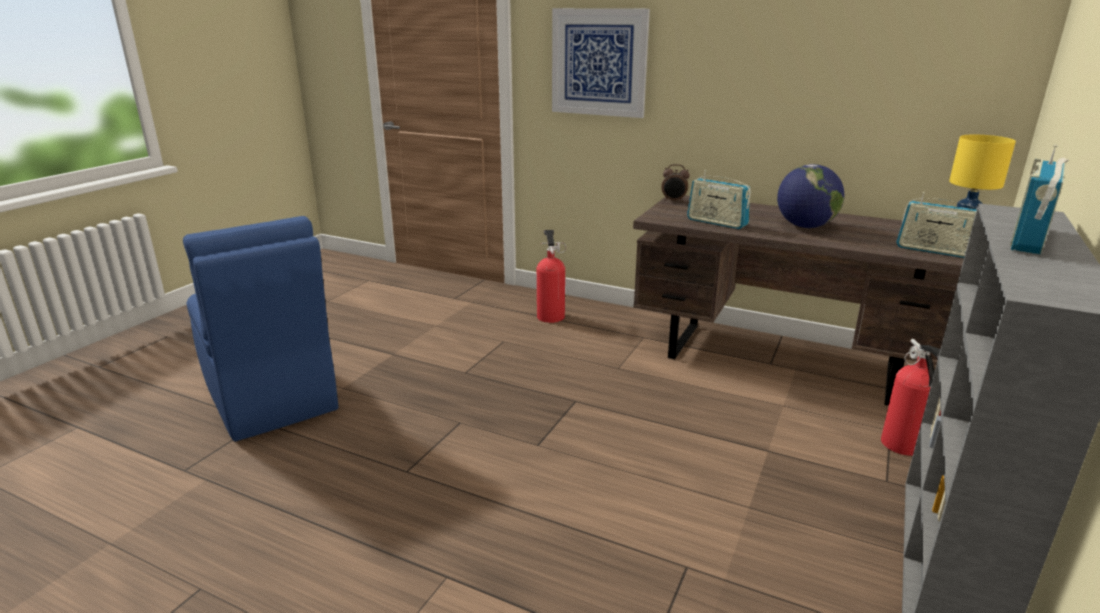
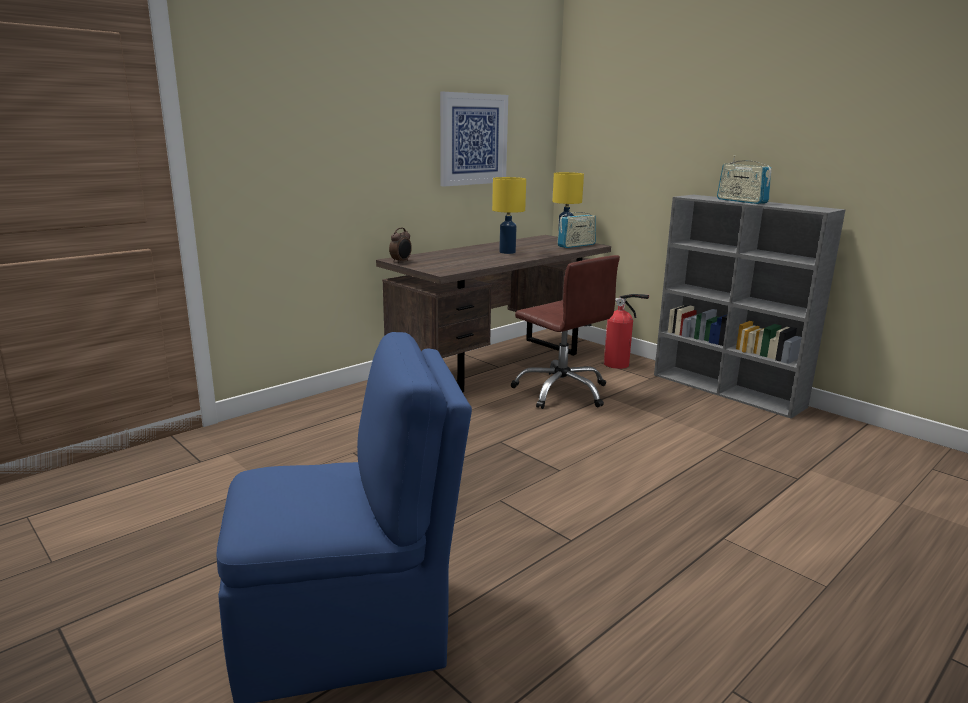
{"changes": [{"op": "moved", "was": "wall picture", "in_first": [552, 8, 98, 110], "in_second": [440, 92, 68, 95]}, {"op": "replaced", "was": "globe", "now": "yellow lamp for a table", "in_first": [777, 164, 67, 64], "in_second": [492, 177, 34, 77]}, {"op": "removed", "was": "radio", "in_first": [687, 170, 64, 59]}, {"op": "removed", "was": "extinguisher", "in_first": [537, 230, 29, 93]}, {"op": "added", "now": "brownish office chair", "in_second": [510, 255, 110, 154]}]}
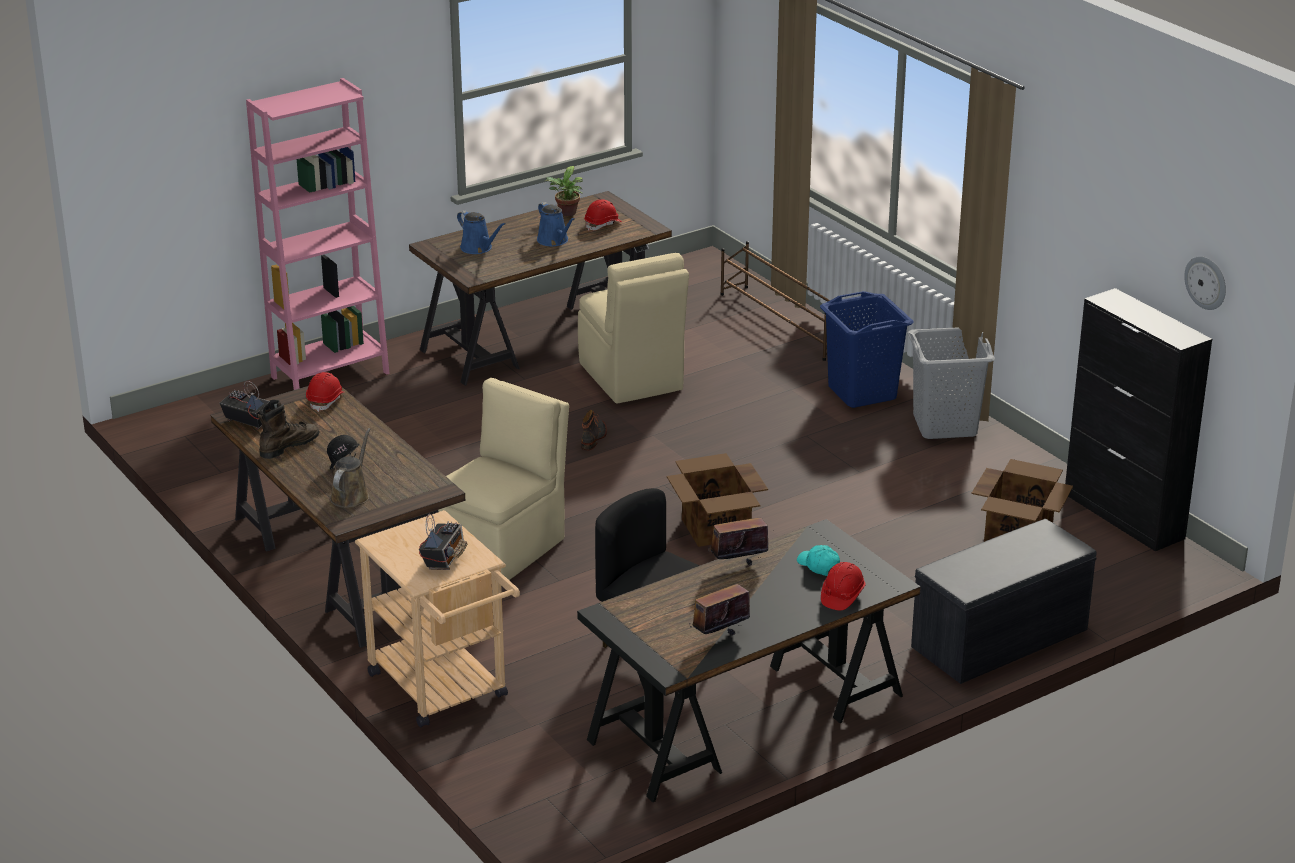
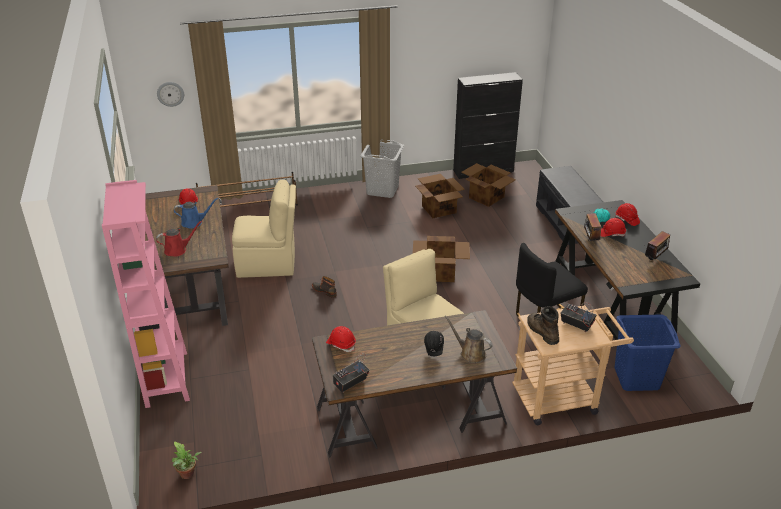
{"changes": [{"op": "moved", "was": "houseplant", "in_first": [545, 166, 38, 50], "in_second": [172, 442, 30, 37]}, {"op": "recoloured", "was": "blue-coloured watering pot", "now": "red watering pot", "in_first": [457, 210, 49, 44], "in_second": [156, 221, 46, 36]}, {"op": "moved", "was": "hanging clock", "in_first": [1184, 256, 42, 54], "in_second": [157, 82, 27, 25]}, {"op": "moved", "was": "blue-coloured hamper", "in_first": [820, 291, 93, 117], "in_second": [614, 314, 67, 77]}, {"op": "moved", "was": "brownish high-top boot", "in_first": [258, 400, 62, 59], "in_second": [527, 306, 32, 39]}, {"op": "turned", "was": "radio", "in_first": [689, 584, 67, 51], "in_second": [645, 231, 26, 29], "clockwise": -120}, {"op": "added", "now": "packing box", "in_second": [415, 174, 50, 44]}, {"op": "added", "now": "red safety helmet", "in_second": [601, 218, 25, 19]}]}
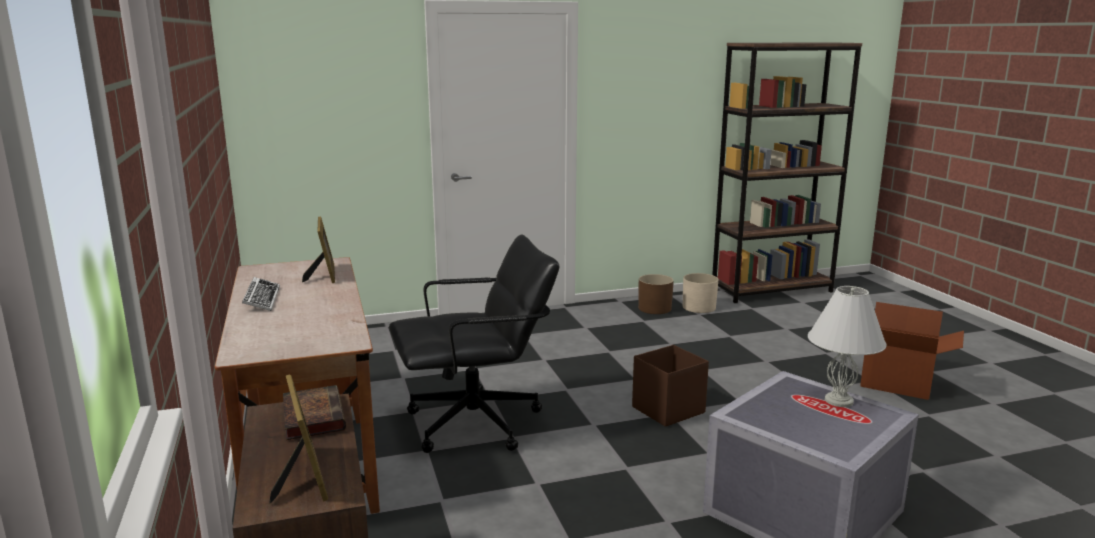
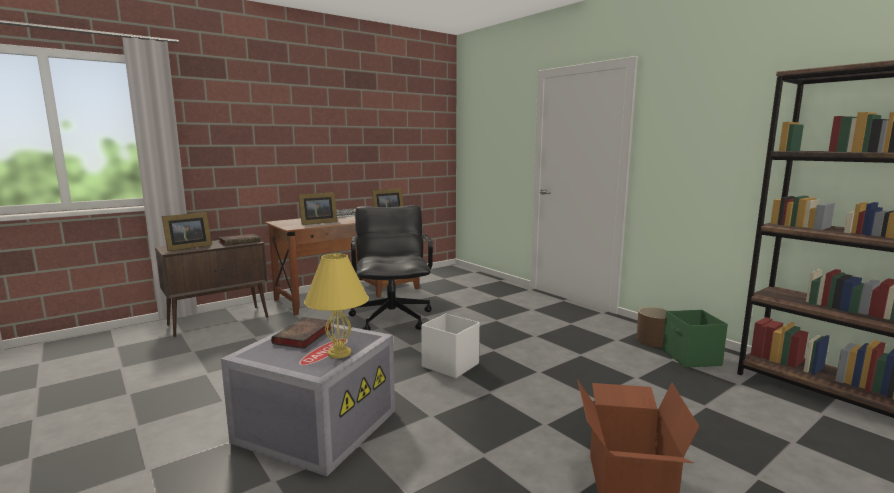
{"changes": [{"op": "turned", "was": "blackish office chair", "in_first": [389, 234, 170, 219], "in_second": [349, 205, 84, 125], "clockwise": -150}, {"op": "replaced", "was": "sand-coloured flower pot", "now": "green storage container", "in_first": [683, 273, 35, 40], "in_second": [663, 310, 65, 58]}, {"op": "recoloured", "was": "white-coloured lamp for a table", "now": "yellow lamp for a table", "in_first": [808, 286, 78, 121], "in_second": [304, 253, 65, 105]}, {"op": "recoloured", "was": "brownish storage container", "now": "white-coloured storage container", "in_first": [632, 345, 77, 82], "in_second": [421, 314, 59, 64]}, {"op": "added", "now": "photo frame", "in_second": [298, 192, 40, 33]}, {"op": "added", "now": "volume", "in_second": [271, 317, 60, 32]}]}
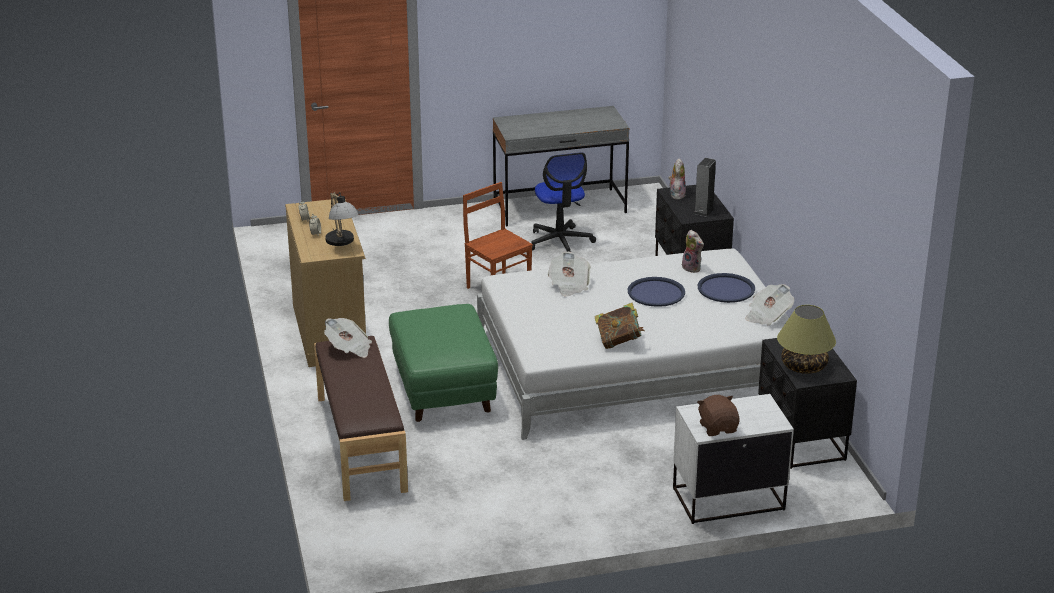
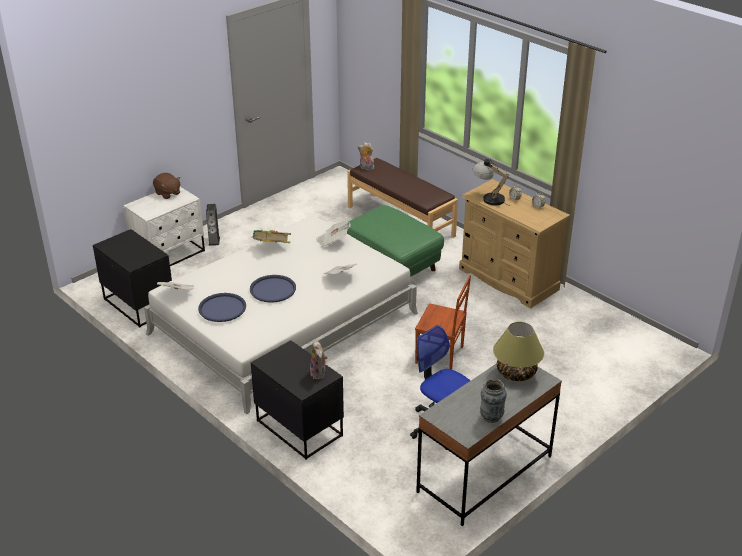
{"changes": [{"op": "moved", "was": "speaker", "in_first": [694, 158, 22, 59], "in_second": [206, 204, 14, 42]}, {"op": "moved", "was": "cuddly toy", "in_first": [682, 230, 22, 43], "in_second": [358, 142, 16, 28]}, {"op": "moved", "was": "lamp for a table", "in_first": [777, 305, 59, 69], "in_second": [493, 322, 51, 59]}, {"op": "moved", "was": "printed paper", "in_first": [324, 318, 48, 40], "in_second": [316, 221, 35, 26]}, {"op": "added", "now": "vase", "in_second": [480, 379, 27, 44]}]}
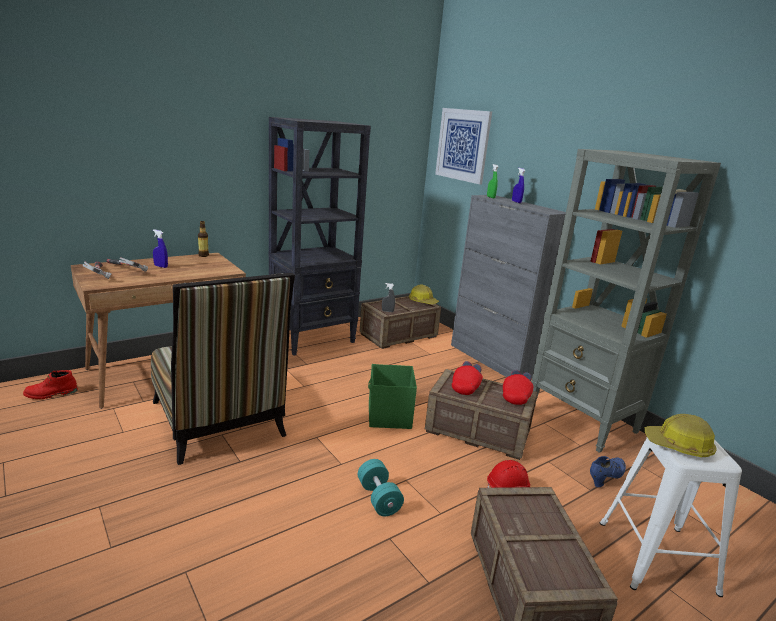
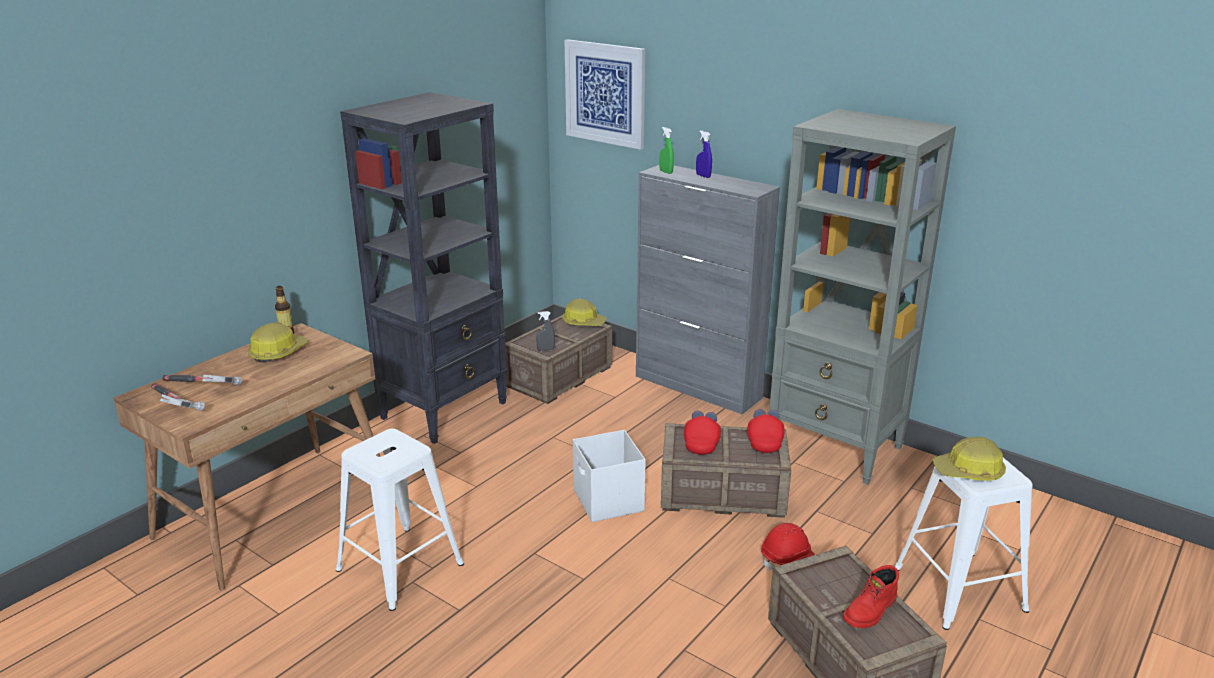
{"changes": [{"op": "removed", "was": "blue-coloured hand sprayer", "in_first": [153, 229, 15, 39]}, {"op": "replaced", "was": "upright chair", "now": "white-coloured sitting stool", "in_first": [151, 273, 144, 192], "in_second": [336, 428, 128, 183]}, {"op": "recoloured", "was": "green storage container", "now": "white-coloured storage container", "in_first": [368, 364, 49, 65], "in_second": [573, 430, 73, 92]}, {"op": "moved", "was": "red high-top boot", "in_first": [23, 370, 55, 29], "in_second": [843, 565, 56, 63]}, {"op": "removed", "was": "blue-coloured item of footwear", "in_first": [590, 456, 36, 31]}, {"op": "removed", "was": "turquoise-coloured hand weight", "in_first": [358, 459, 46, 57]}, {"op": "added", "now": "safety helmet", "in_second": [248, 322, 60, 41]}]}
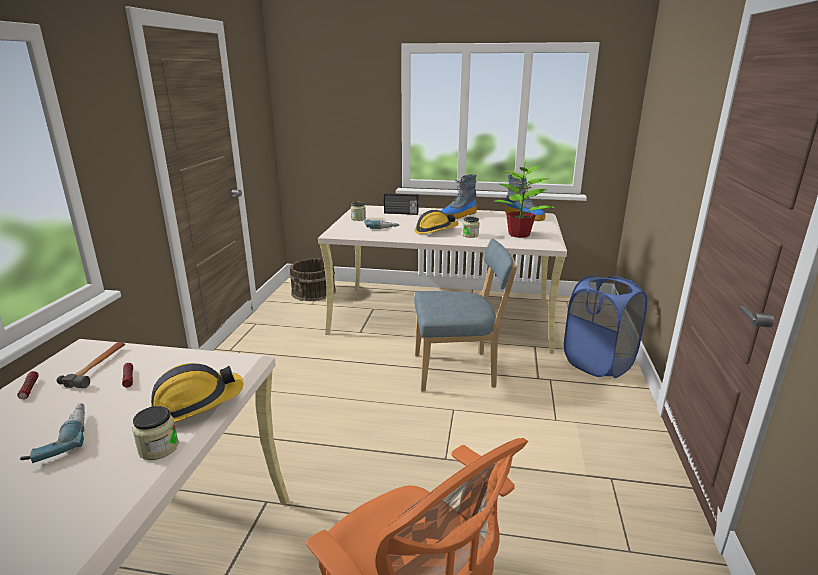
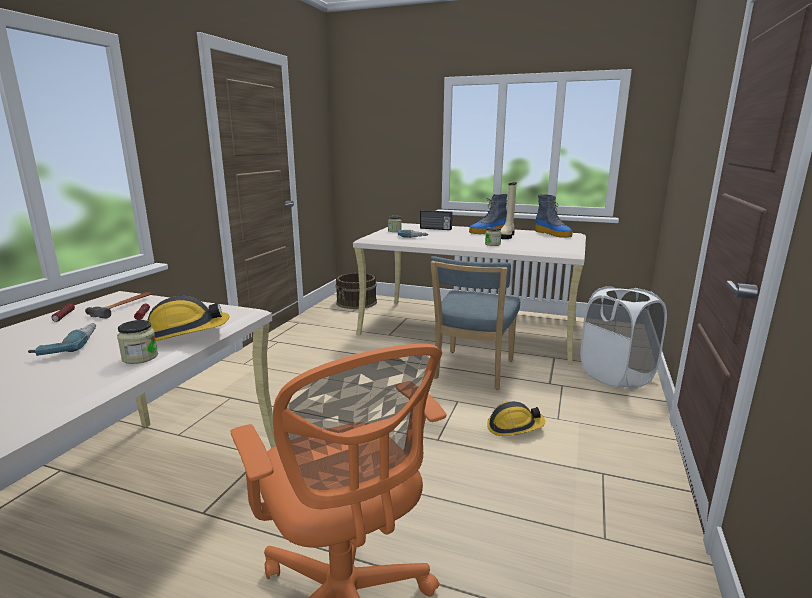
{"changes": [{"op": "removed", "was": "houseplant", "in_first": [493, 161, 62, 77]}, {"op": "moved", "was": "safety helmet", "in_first": [415, 210, 44, 24], "in_second": [487, 401, 58, 35]}, {"op": "turned", "was": "blue-coloured upright chair", "in_first": [414, 239, 104, 153], "in_second": [430, 256, 90, 134], "clockwise": 105}, {"op": "recoloured", "was": "blue-coloured hamper", "now": "white-coloured hamper", "in_first": [564, 275, 83, 103], "in_second": [580, 286, 87, 103]}, {"op": "added", "now": "sand-coloured high-top boot", "in_second": [500, 182, 17, 57]}]}
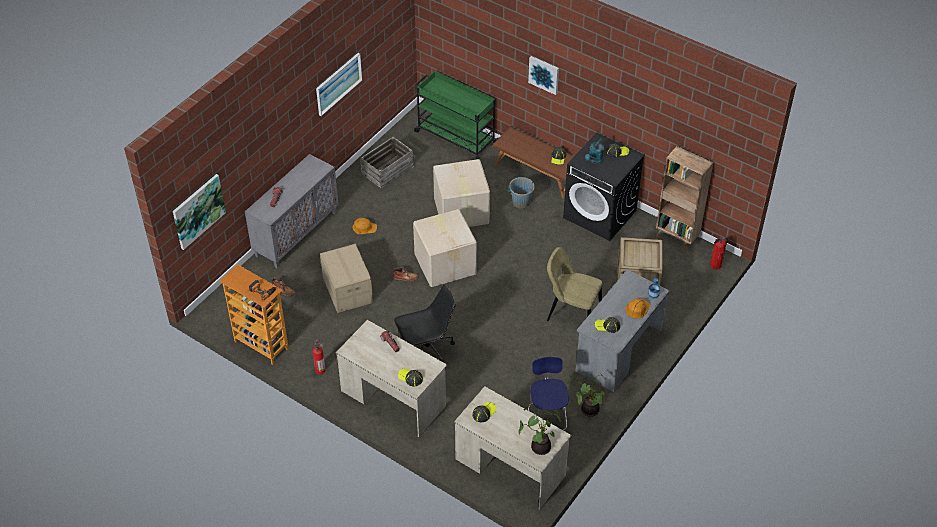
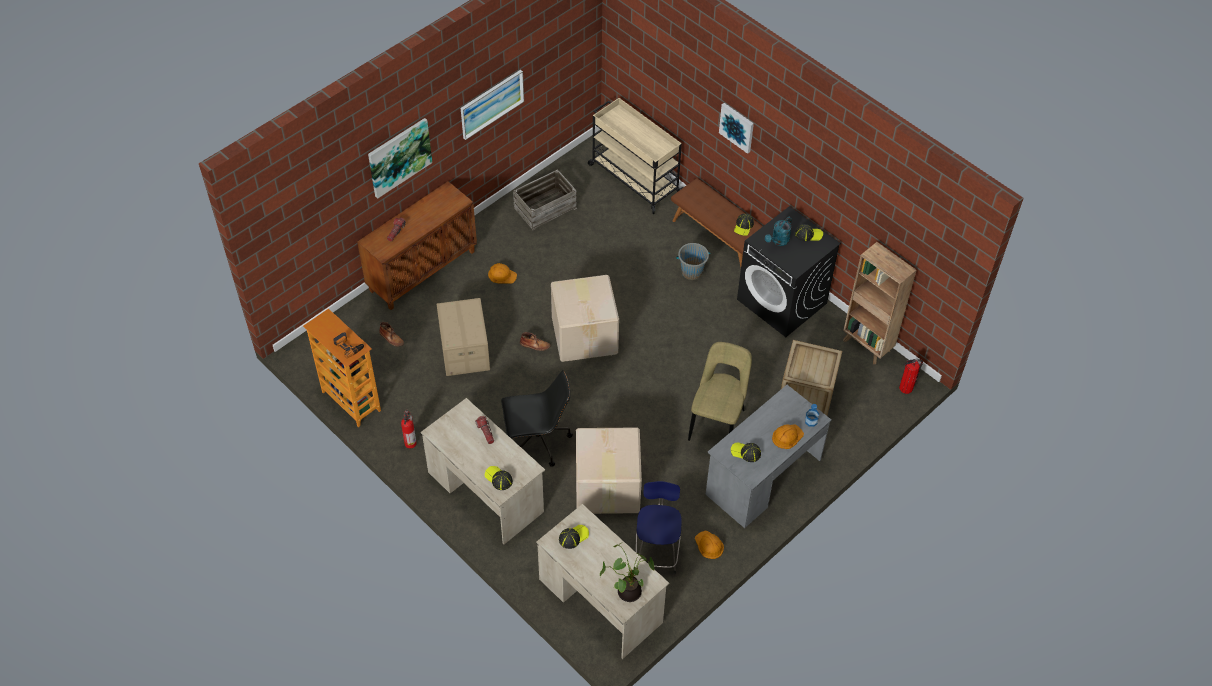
{"changes": [{"op": "recoloured", "was": "green wheeled cart", "now": "sand-coloured wheeled cart", "in_first": [414, 71, 84, 88], "in_second": [588, 98, 95, 116]}, {"op": "recoloured", "was": "gray cupboard", "now": "brownish cupboard", "in_first": [245, 154, 94, 115], "in_second": [357, 181, 120, 129]}, {"op": "moved", "was": "packing box", "in_first": [433, 159, 57, 68], "in_second": [576, 427, 66, 87]}, {"op": "moved", "was": "wall picture", "in_first": [173, 174, 53, 76], "in_second": [368, 118, 64, 81]}, {"op": "turned", "was": "sand-coloured upright chair", "in_first": [547, 247, 55, 74], "in_second": [688, 342, 64, 99], "clockwise": 75}, {"op": "replaced", "was": "houseplant", "now": "orange safety helmet", "in_first": [568, 373, 38, 44], "in_second": [695, 530, 29, 29]}]}
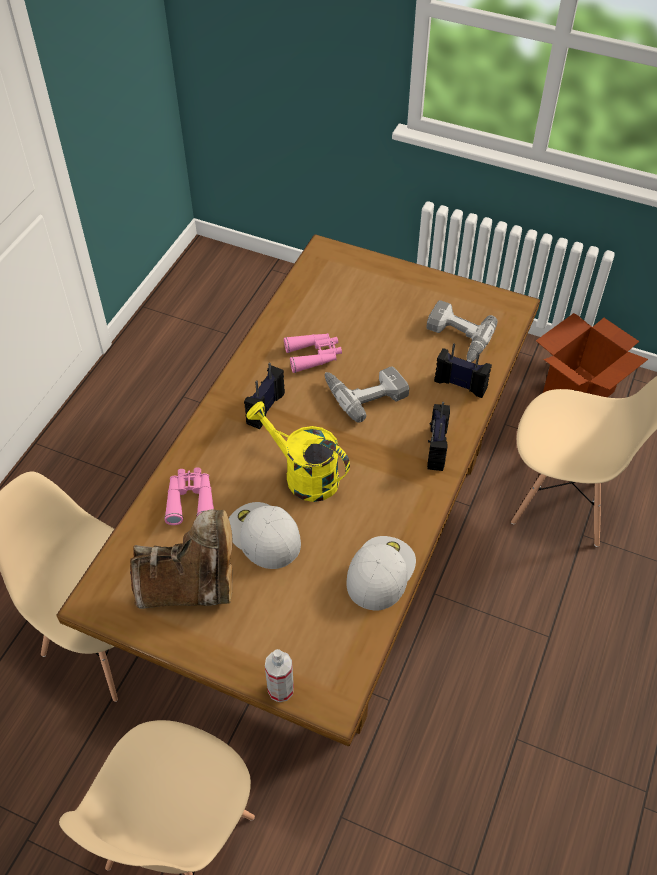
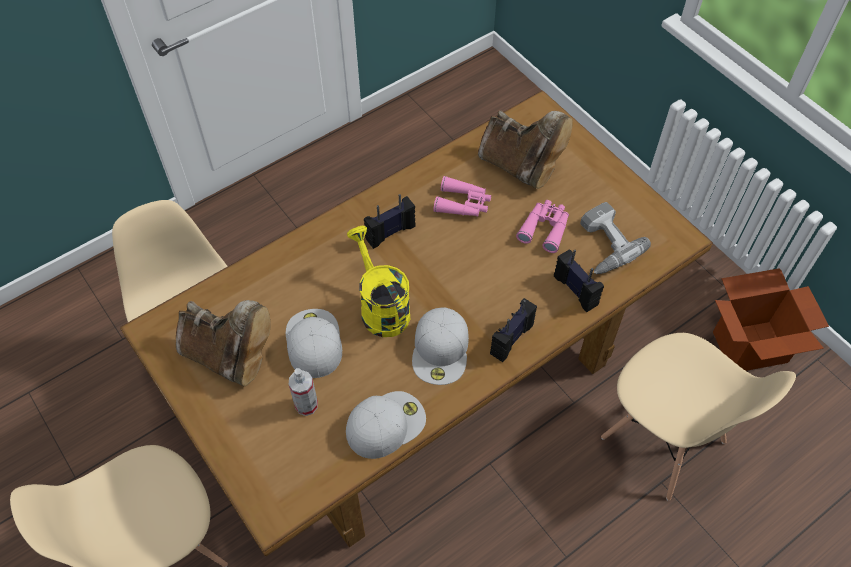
{"changes": [{"op": "removed", "was": "drill", "in_first": [325, 367, 84, 56]}, {"op": "moved", "was": "pinkish binoculars", "in_first": [164, 467, 50, 58], "in_second": [516, 200, 53, 53]}, {"op": "moved", "was": "hand sprayer", "in_first": [265, 649, 29, 53], "in_second": [289, 368, 29, 48]}, {"op": "added", "now": "brownish high-top boot", "in_second": [478, 110, 95, 79]}, {"op": "added", "now": "white-coloured baseball cap", "in_second": [412, 307, 57, 78]}]}
